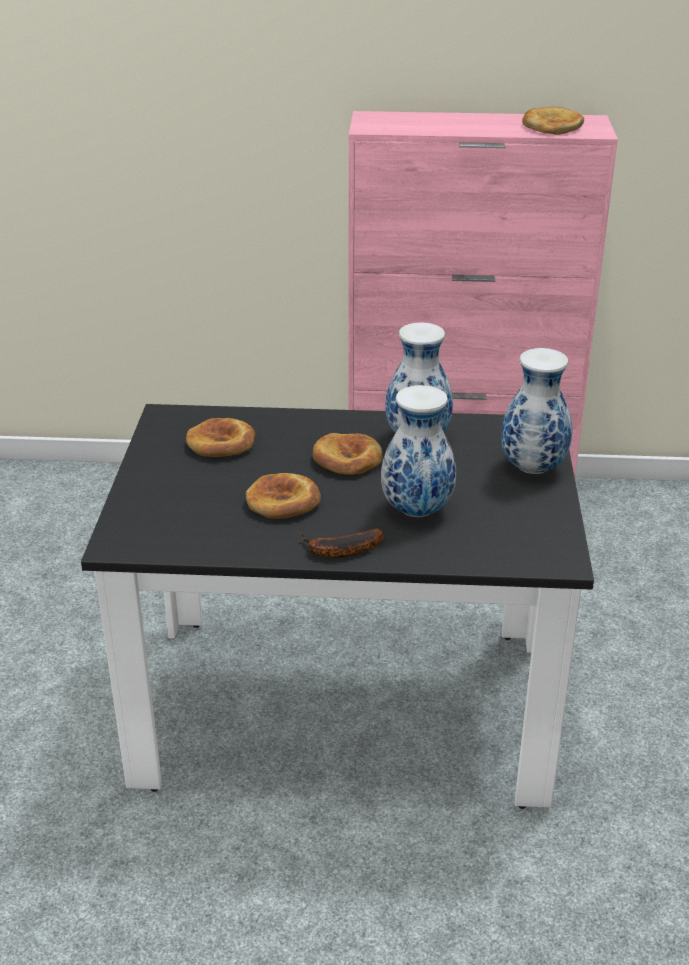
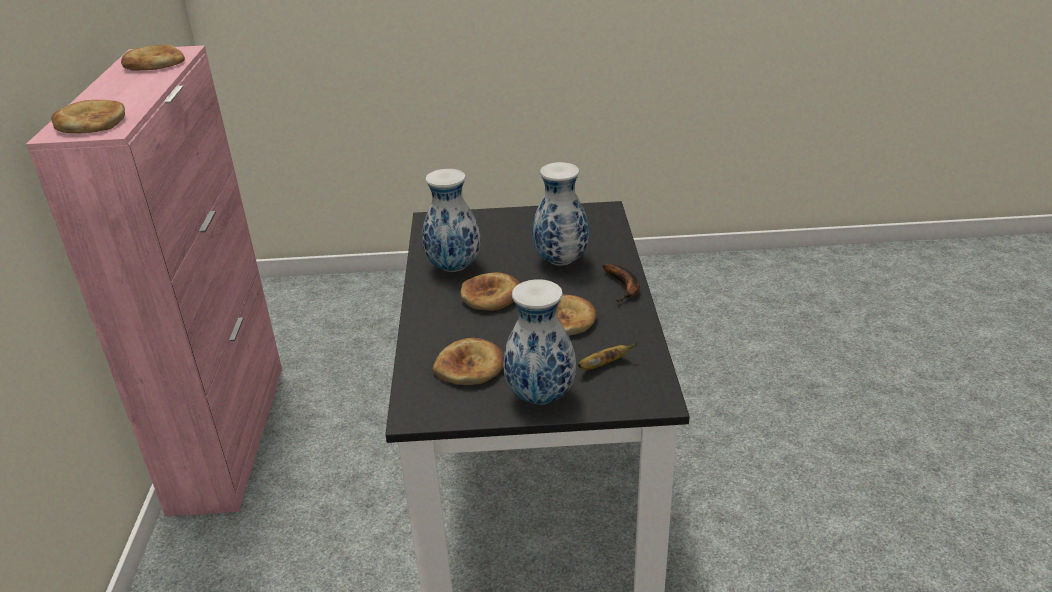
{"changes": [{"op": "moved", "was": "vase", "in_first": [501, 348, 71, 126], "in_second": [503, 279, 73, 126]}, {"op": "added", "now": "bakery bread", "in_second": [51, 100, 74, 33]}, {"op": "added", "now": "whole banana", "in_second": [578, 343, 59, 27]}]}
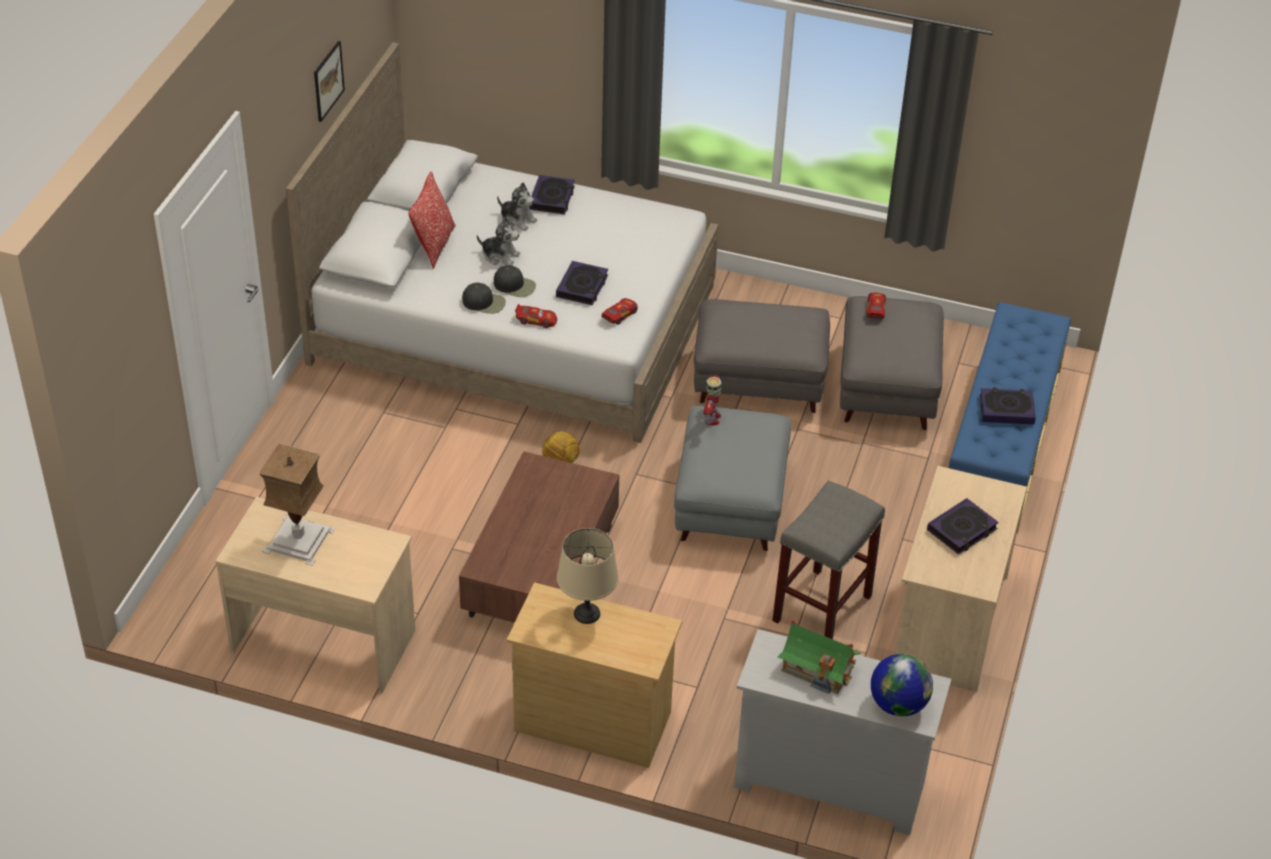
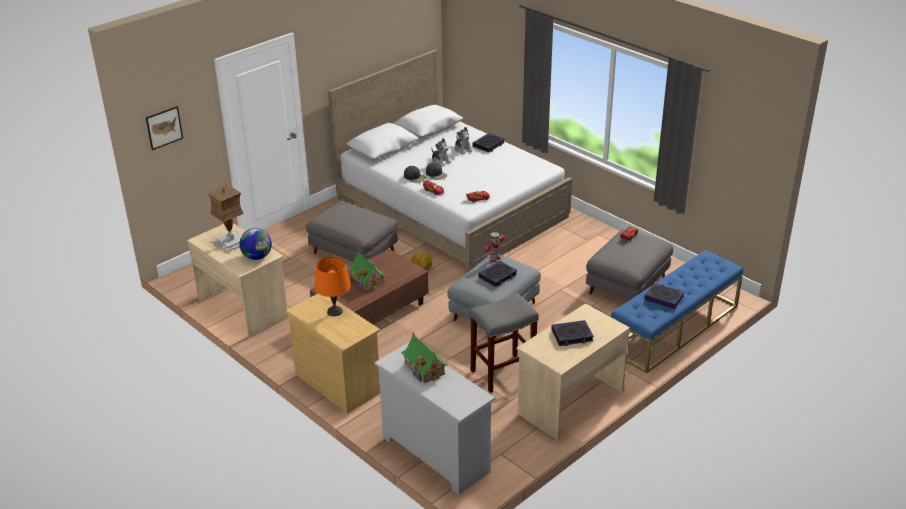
{"changes": [{"op": "moved", "was": "wall picture", "in_first": [314, 41, 31, 81], "in_second": [146, 106, 37, 44]}, {"op": "removed", "was": "pillow", "in_first": [408, 171, 48, 98]}, {"op": "moved", "was": "volume", "in_first": [556, 261, 52, 44], "in_second": [478, 261, 39, 26]}, {"op": "moved", "was": "gray footrest", "in_first": [694, 299, 136, 114], "in_second": [306, 201, 92, 61]}, {"op": "recoloured", "was": "sand-coloured lamp for a table", "now": "orange lamp for a table", "in_first": [557, 528, 62, 96], "in_second": [315, 256, 36, 60]}, {"op": "moved", "was": "globe", "in_first": [871, 654, 62, 62], "in_second": [240, 228, 32, 32]}, {"op": "added", "now": "toy house", "in_second": [348, 250, 38, 41]}]}
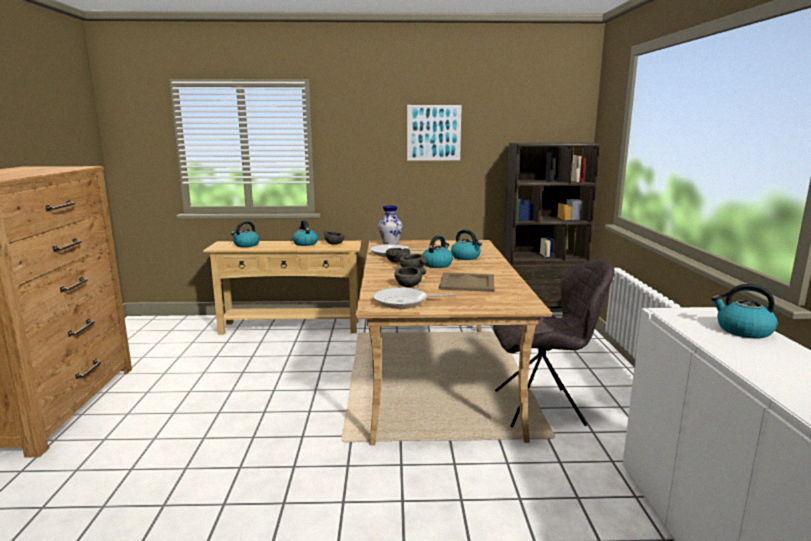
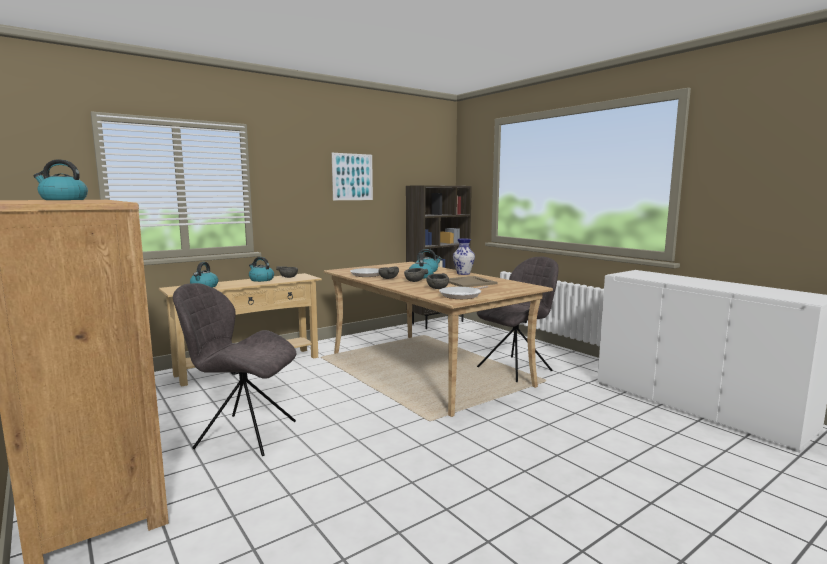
{"changes": [{"op": "moved", "was": "vase", "in_first": [378, 205, 25, 39], "in_second": [453, 239, 22, 36]}, {"op": "moved", "was": "tea kettle", "in_first": [711, 284, 67, 55], "in_second": [33, 159, 55, 41]}, {"op": "added", "now": "gray upright chair", "in_second": [173, 283, 124, 173]}]}
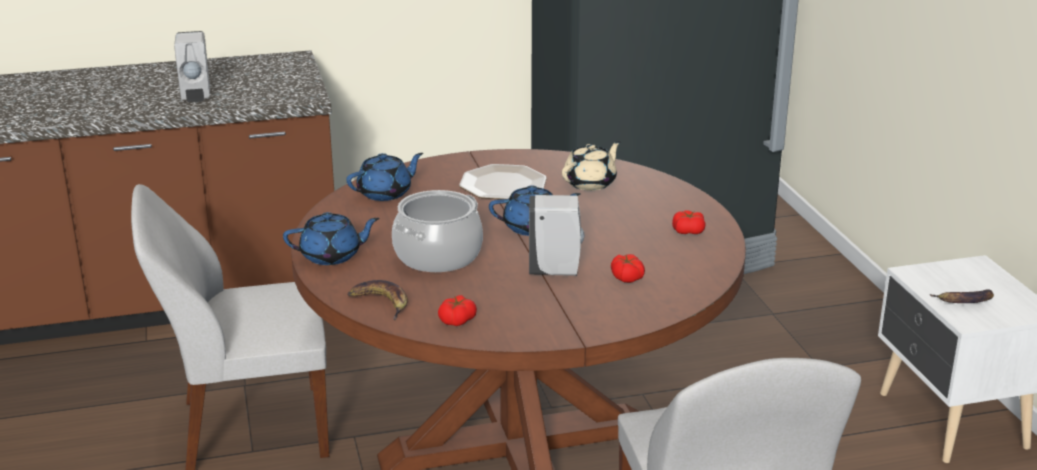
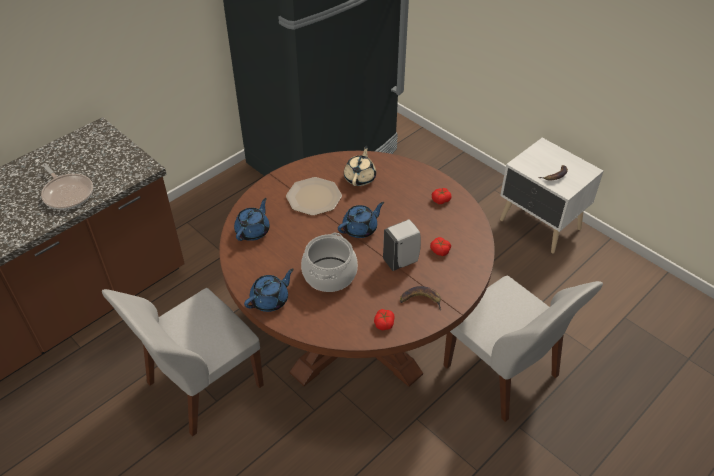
{"changes": [{"op": "replaced", "was": "white-coloured soap dispenser", "now": "skillet", "in_first": [174, 31, 36, 71], "in_second": [41, 163, 52, 47]}, {"op": "moved", "was": "whole banana", "in_first": [347, 280, 61, 40], "in_second": [400, 286, 42, 25]}]}
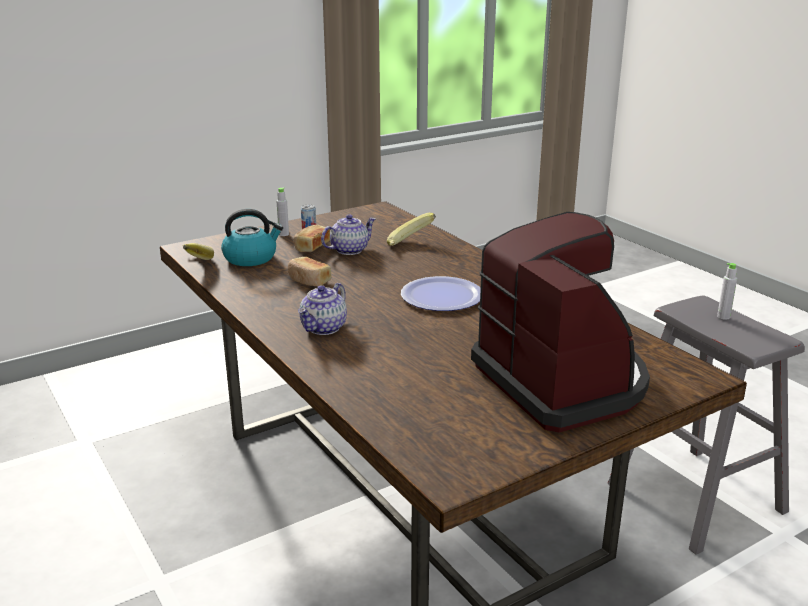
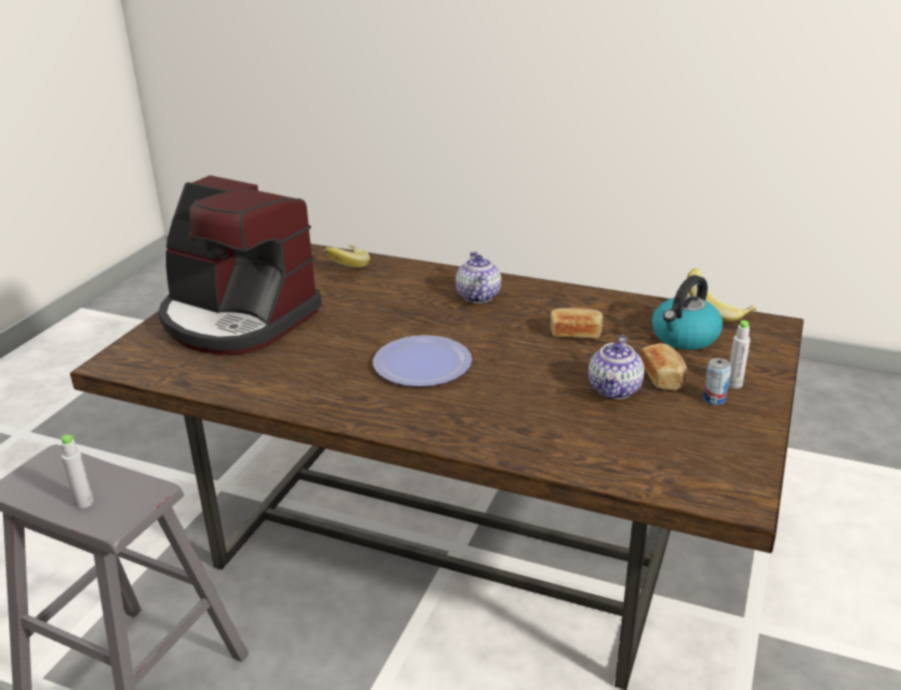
{"changes": [{"op": "moved", "was": "whole banana", "in_first": [387, 213, 49, 33], "in_second": [324, 245, 46, 23]}]}
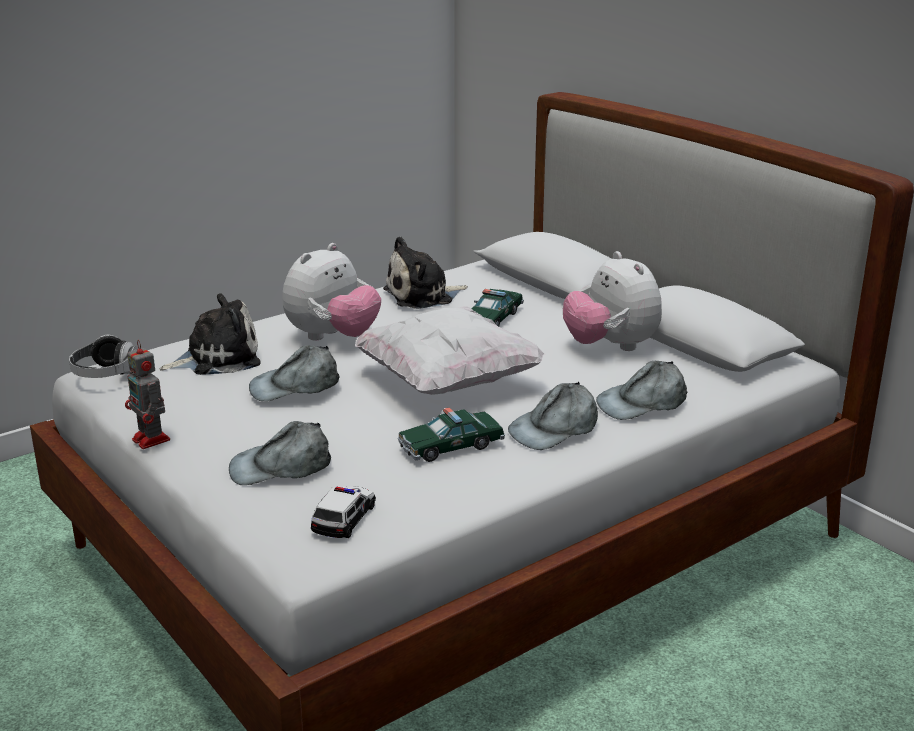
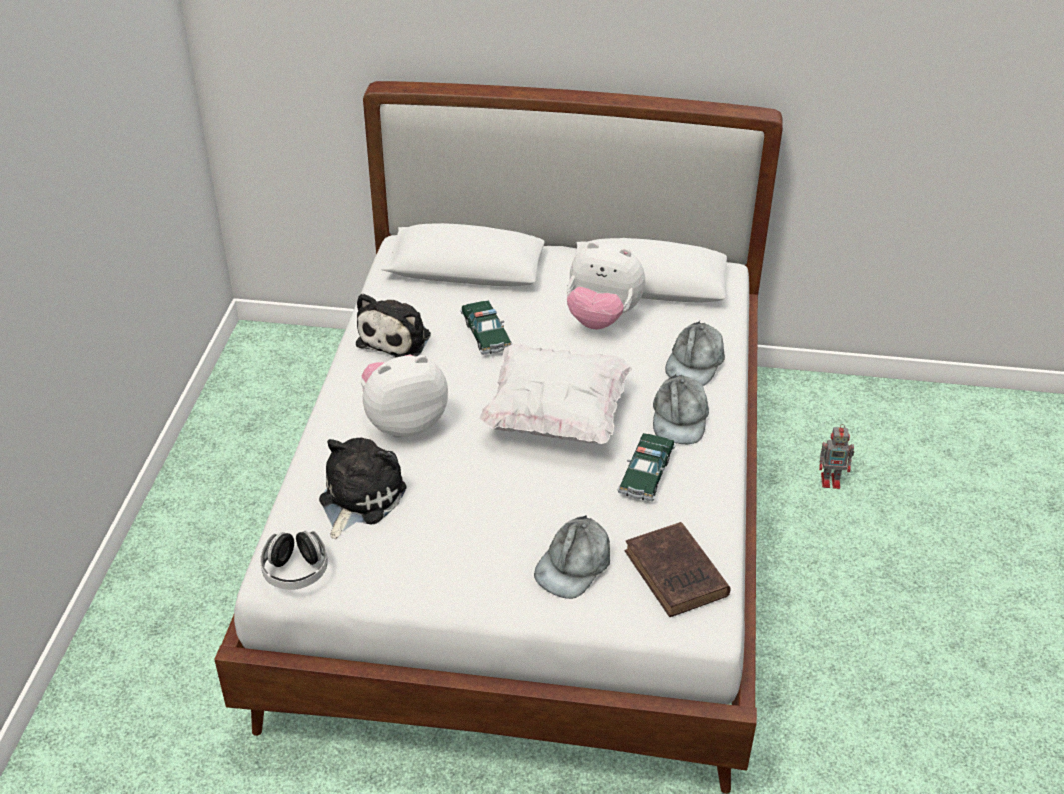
{"changes": [{"op": "turned", "was": "cuddly toy", "in_first": [282, 243, 99, 97], "in_second": [361, 355, 87, 83], "clockwise": -105}, {"op": "moved", "was": "toy robot", "in_first": [125, 340, 45, 109], "in_second": [819, 424, 35, 65]}, {"op": "removed", "was": "gray baseball cap", "in_first": [249, 345, 91, 57]}, {"op": "replaced", "was": "toy car", "now": "brownish volume", "in_first": [311, 486, 65, 52], "in_second": [624, 522, 106, 95]}]}
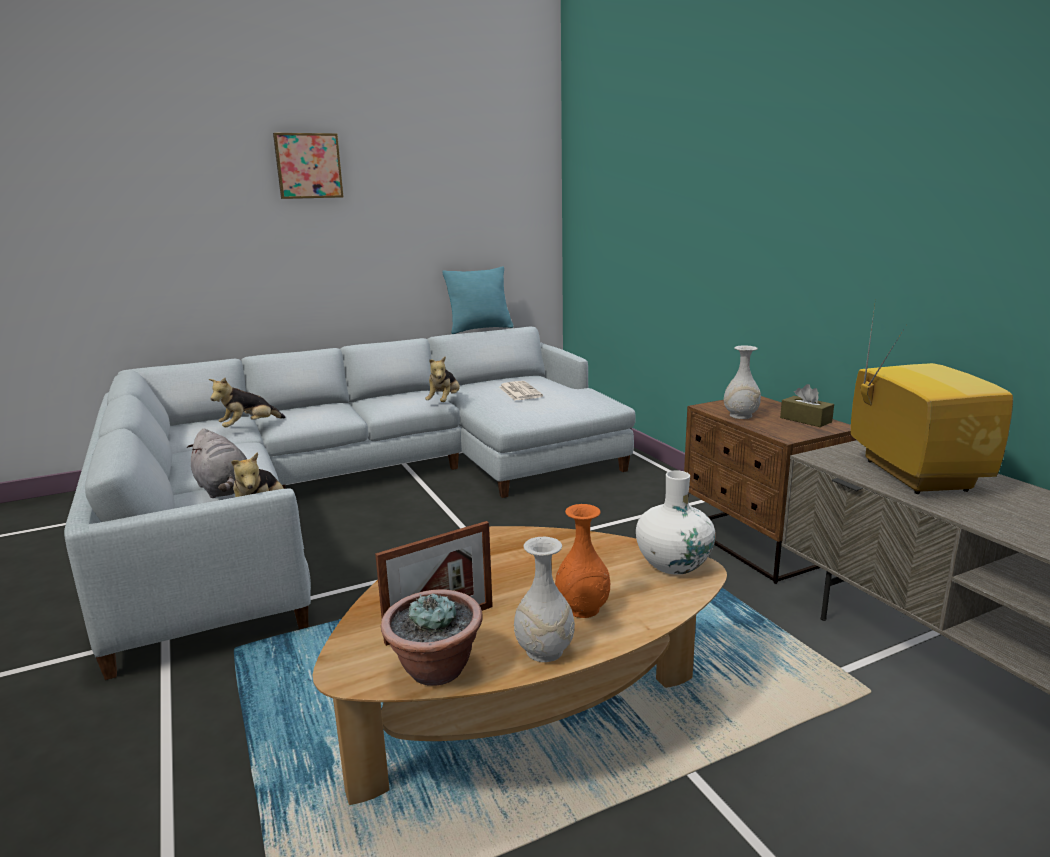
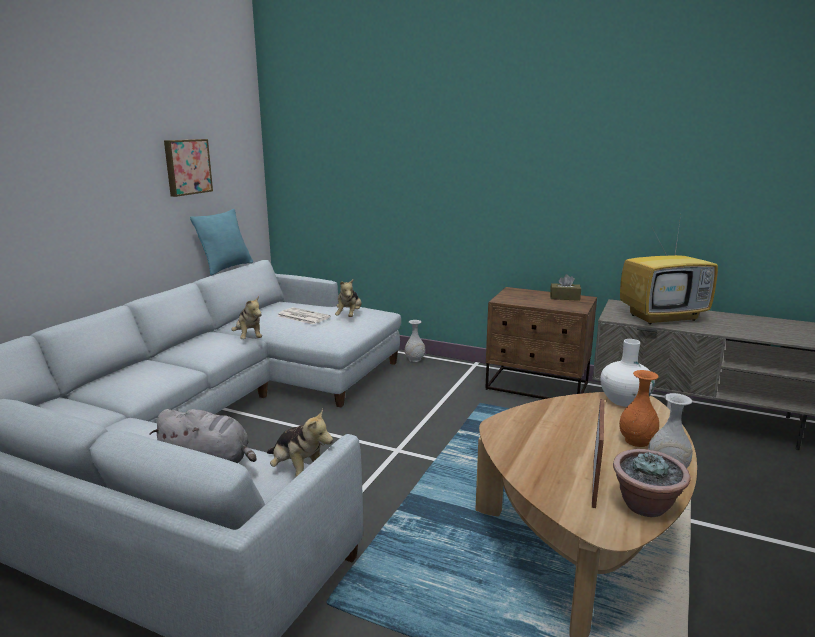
{"changes": [{"op": "moved", "was": "wall picture", "in_first": [273, 133, 70, 66], "in_second": [164, 139, 49, 58]}, {"op": "turned", "was": "television", "in_first": [851, 298, 162, 196], "in_second": [620, 222, 98, 103], "clockwise": 120}, {"op": "moved", "was": "white-coloured vase", "in_first": [724, 345, 37, 74], "in_second": [405, 320, 20, 42]}, {"op": "moved", "was": "cuddly toy", "in_first": [209, 378, 77, 49], "in_second": [335, 279, 27, 38]}]}
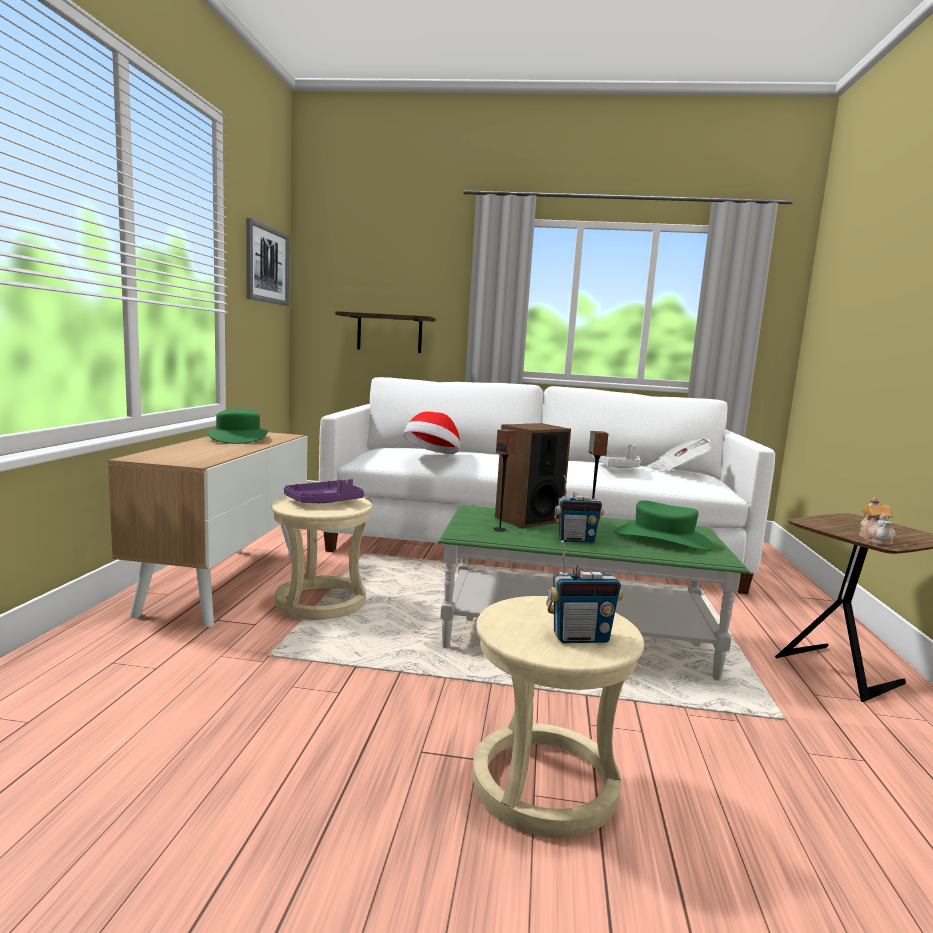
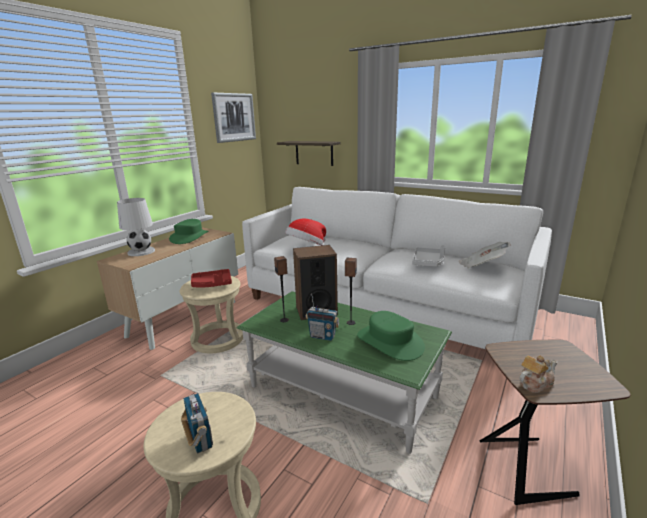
{"changes": [{"op": "recoloured", "was": "purple tray", "now": "red tray", "in_first": [284, 479, 80, 24], "in_second": [191, 269, 41, 19]}, {"op": "turned", "was": "teapot", "in_first": [859, 497, 37, 49], "in_second": [519, 355, 39, 38], "clockwise": -150}, {"op": "turned", "was": "radio", "in_first": [546, 540, 77, 103], "in_second": [181, 393, 32, 61], "clockwise": -135}, {"op": "added", "now": "white-coloured lamp for a table", "in_second": [117, 198, 38, 58]}]}
